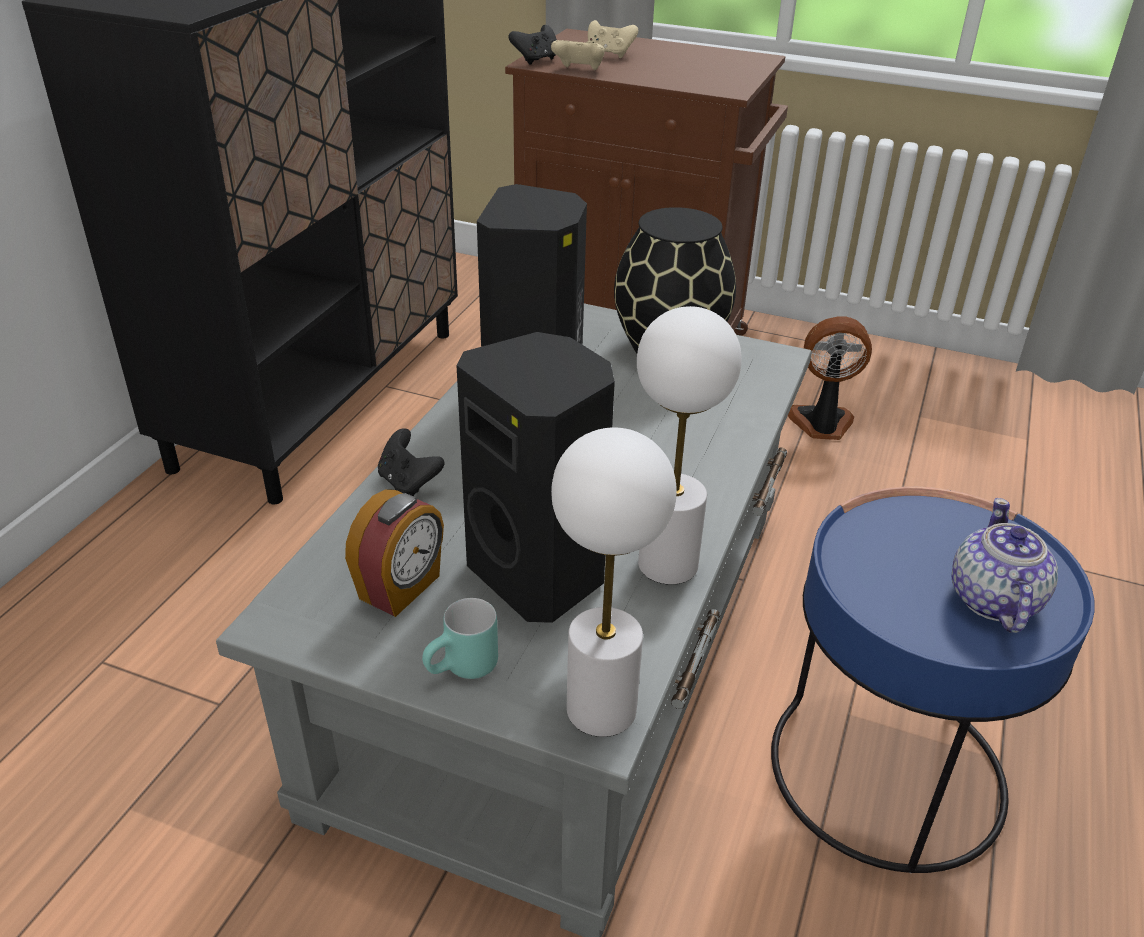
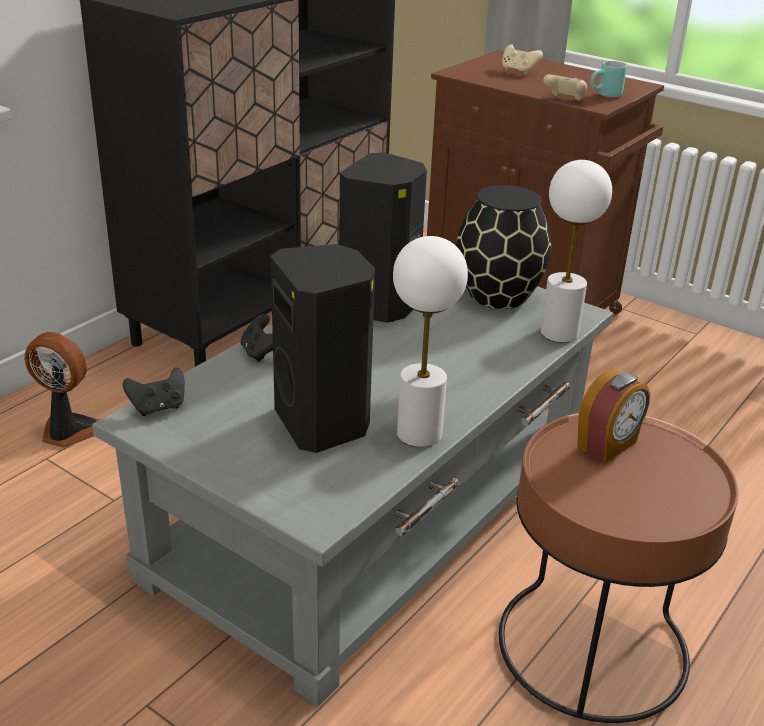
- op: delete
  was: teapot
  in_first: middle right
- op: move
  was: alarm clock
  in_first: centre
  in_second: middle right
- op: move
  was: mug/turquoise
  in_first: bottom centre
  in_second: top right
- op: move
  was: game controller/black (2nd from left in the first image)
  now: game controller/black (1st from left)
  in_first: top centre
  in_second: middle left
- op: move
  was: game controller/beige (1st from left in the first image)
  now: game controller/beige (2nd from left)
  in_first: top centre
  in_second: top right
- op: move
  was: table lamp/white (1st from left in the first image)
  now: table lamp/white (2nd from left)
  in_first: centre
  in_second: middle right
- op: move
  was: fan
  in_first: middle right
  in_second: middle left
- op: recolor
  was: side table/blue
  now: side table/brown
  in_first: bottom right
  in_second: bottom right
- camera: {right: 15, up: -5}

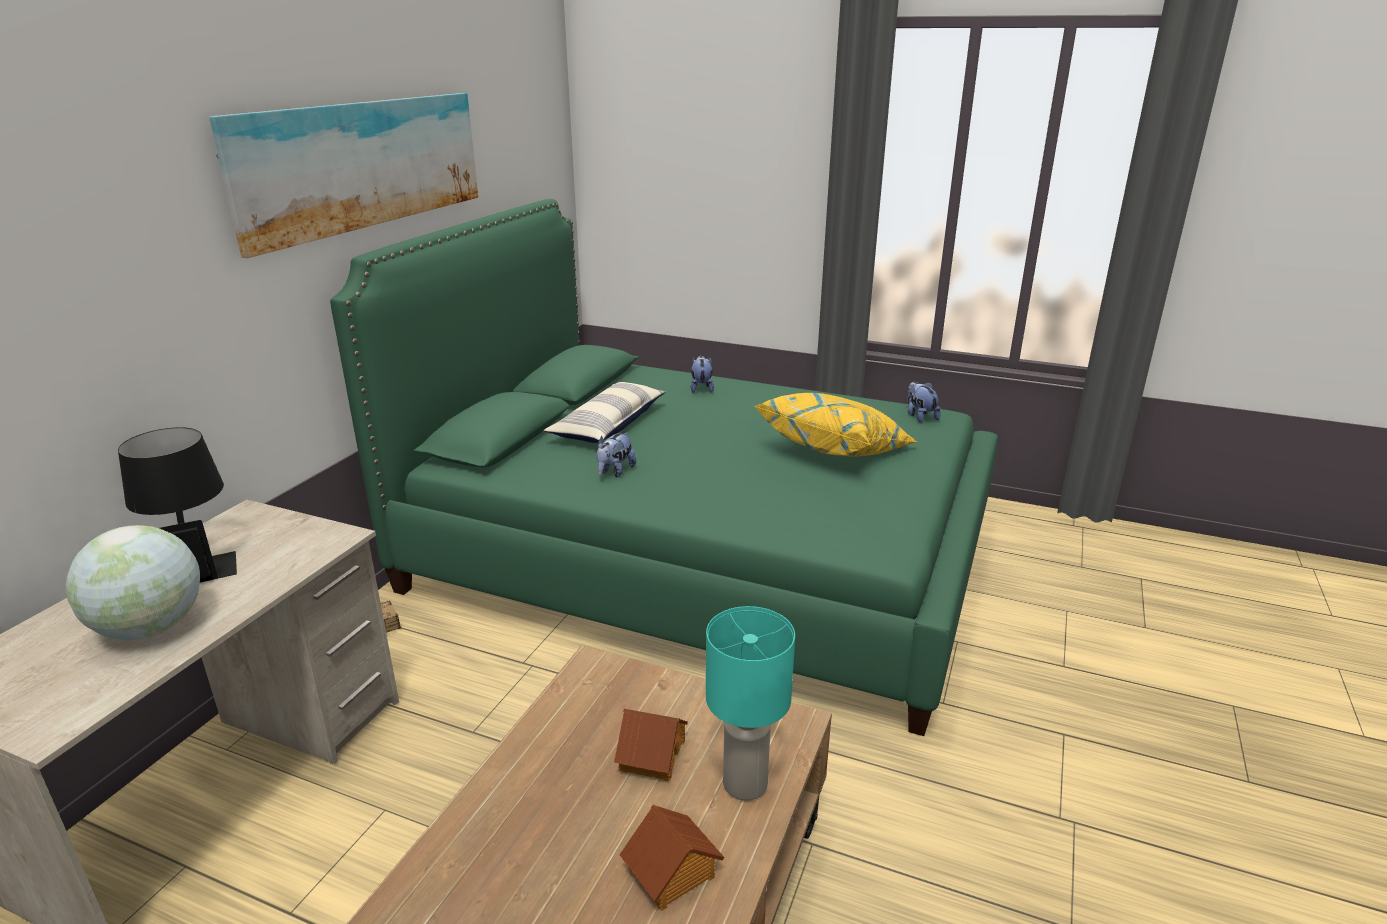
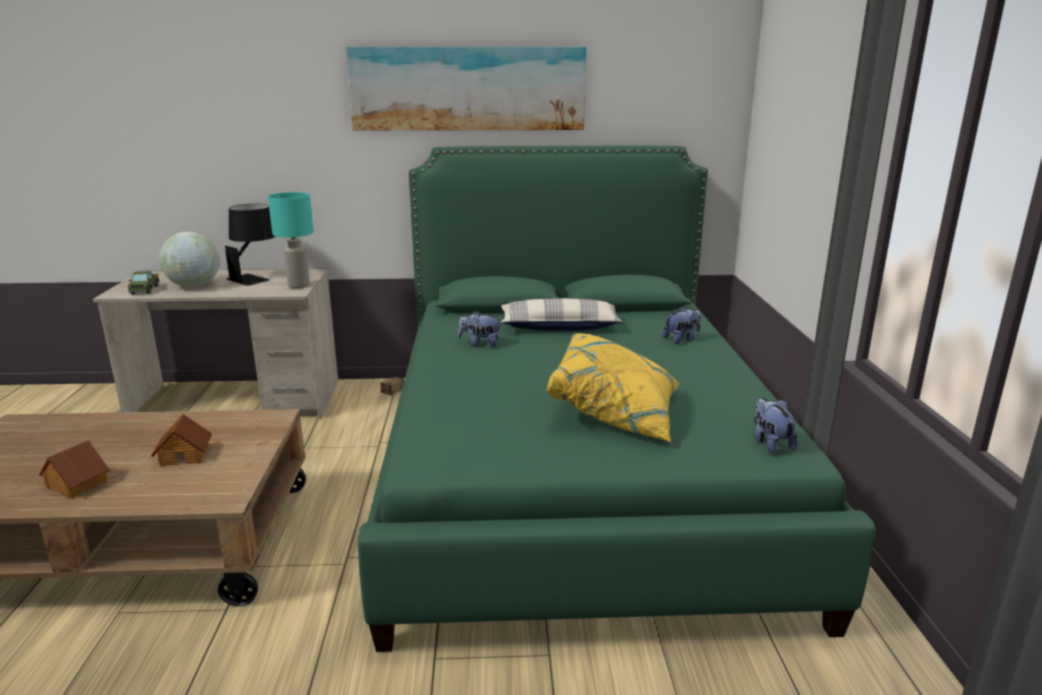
- op: insert
  now: toy truck
  in_second: middle left
- op: move
  was: table lamp/turquoise
  in_first: bottom centre
  in_second: middle left
- op: rotate
  was: plush toy (3rd from left)
  in_first: centre
  in_second: middle right
  clockwise: -60
- camera: {right: 65, up: -5}

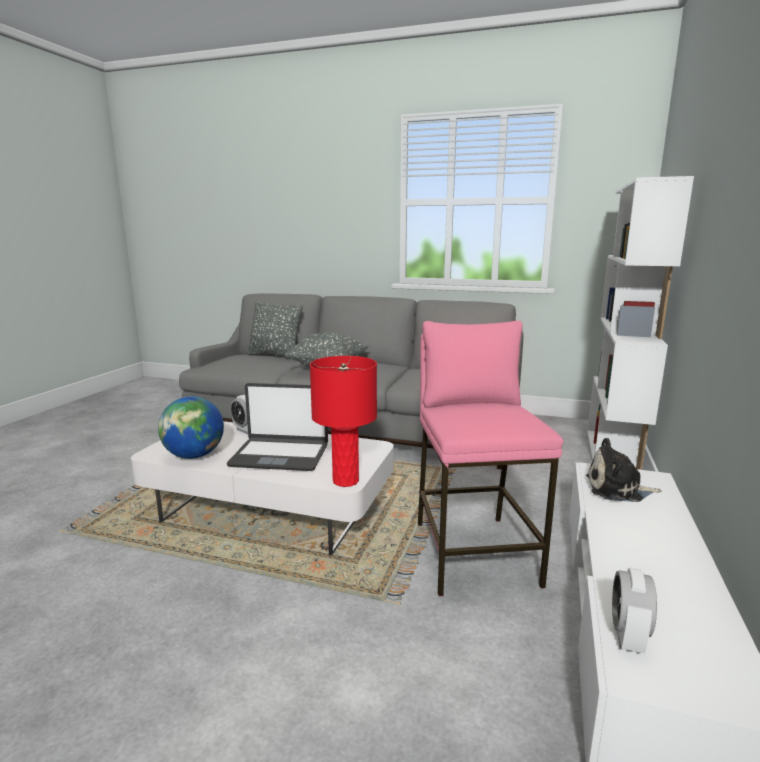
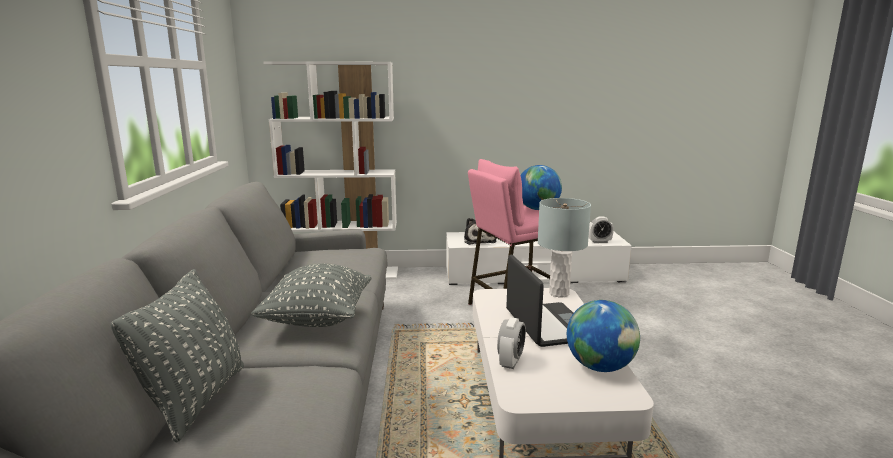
- op: insert
  now: globe (1st from left)
  in_second: centre
- op: recolor
  was: table lamp/red
  now: table lamp/grey
  in_first: centre
  in_second: centre
- camera: {right: -110, up: 0}

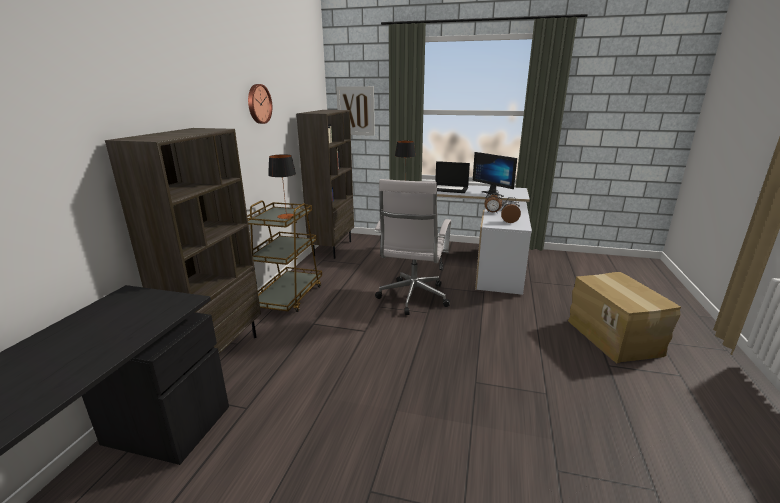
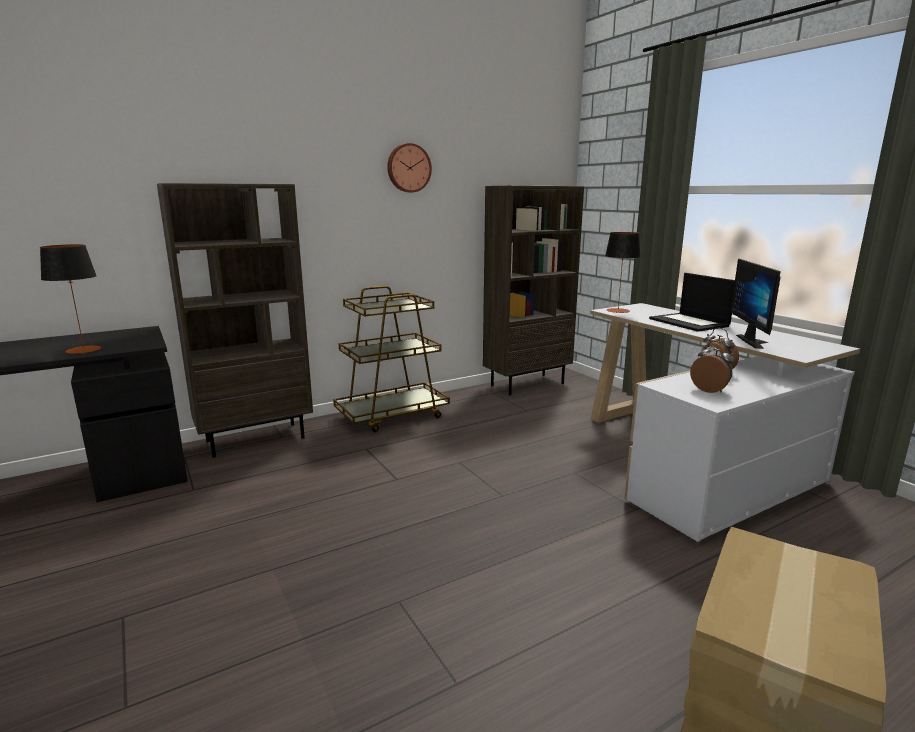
- op: delete
  was: picture
  in_first: top centre
- op: delete
  was: office chair/white
  in_first: centre
- op: move
  was: table lamp (1st from left)
  in_first: centre
  in_second: middle left
- camera: {right: 45, up: -5}

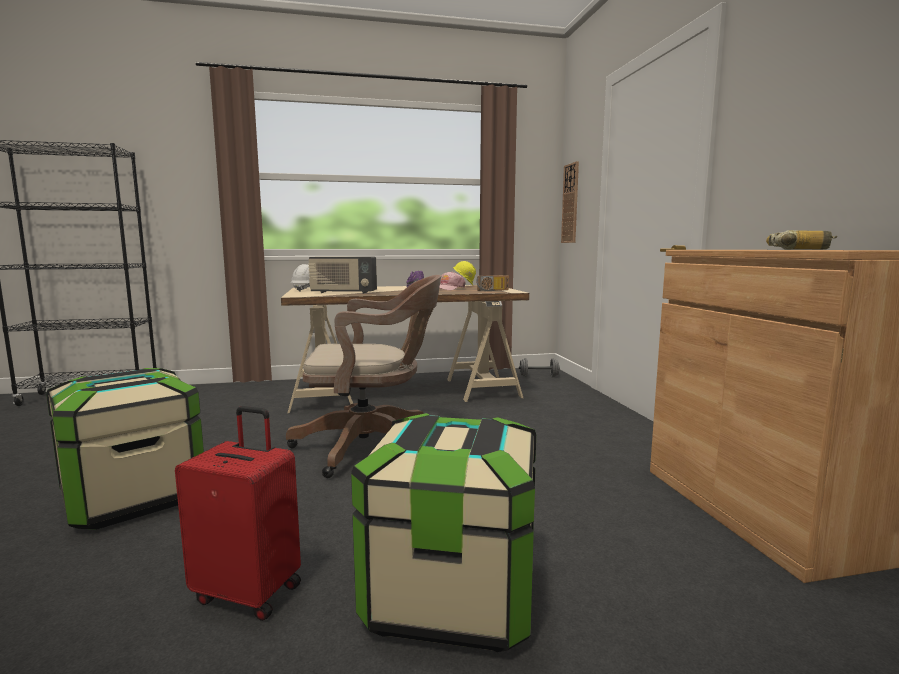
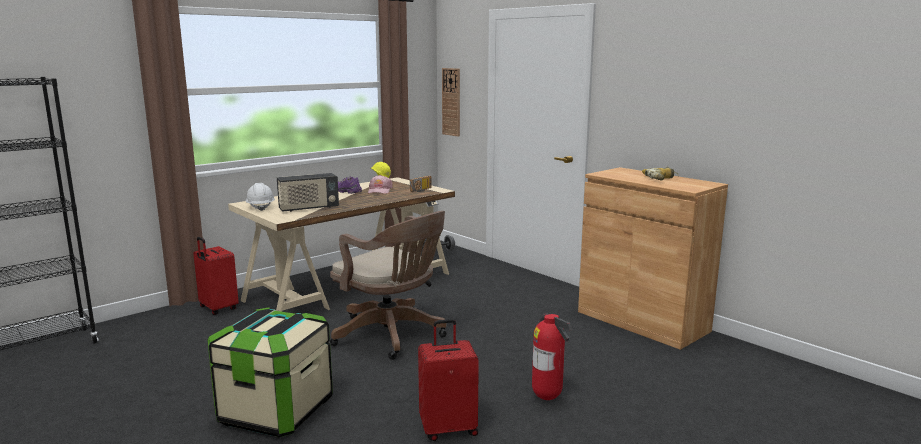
- op: insert
  now: suitcase/red (1st from left)
  in_second: middle left
- op: replace
  was: storage box (2nd from left)
  now: fire extinguisher
  in_first: bottom centre
  in_second: bottom centre
- op: rotate
  was: office chair/brown
  in_first: centre
  in_second: centre
  clockwise: 75
- camera: {right: -30, up: 5}

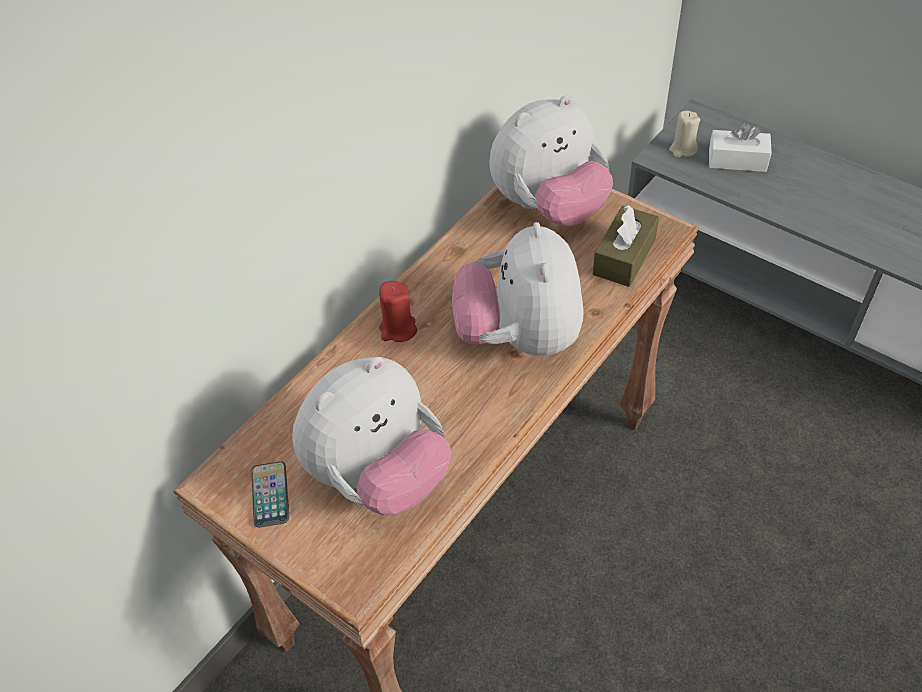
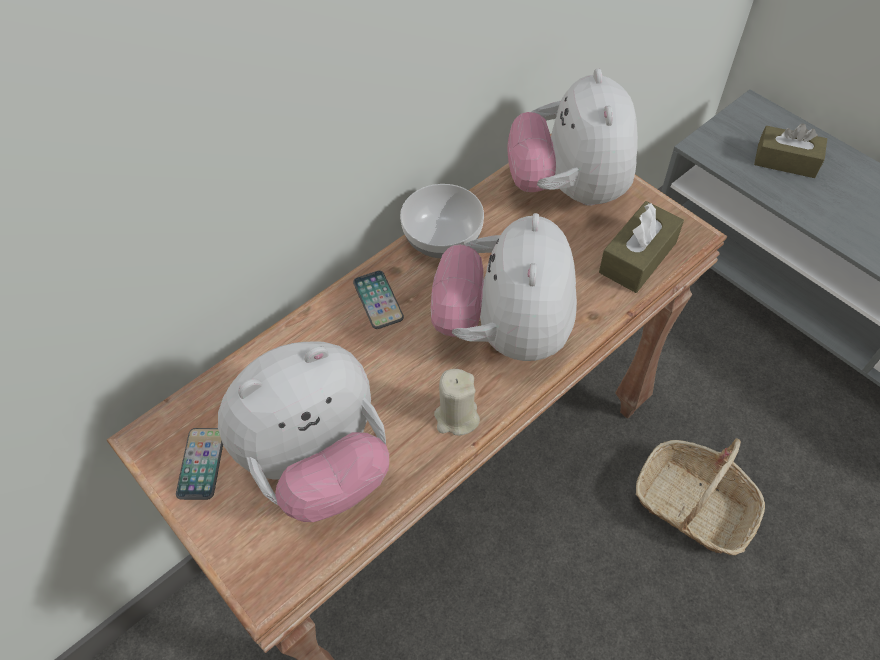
- op: insert
  now: bowl
  in_second: centre
- op: insert
  now: basket
  in_second: bottom right
- op: move
  was: candle/beige
  in_first: top right
  in_second: centre
- op: replace
  was: candle/red
  now: phone (2nd from left)
  in_first: centre
  in_second: centre
- op: recolor
  was: tissue box/white
  now: tissue box/brown (2nd from left)
  in_first: top right
  in_second: top right
- op: rotate
  was: plush toy (3rd from left)
  in_first: top centre
  in_second: top centre
  clockwise: 105
- camera: {right: 10, up: 5}

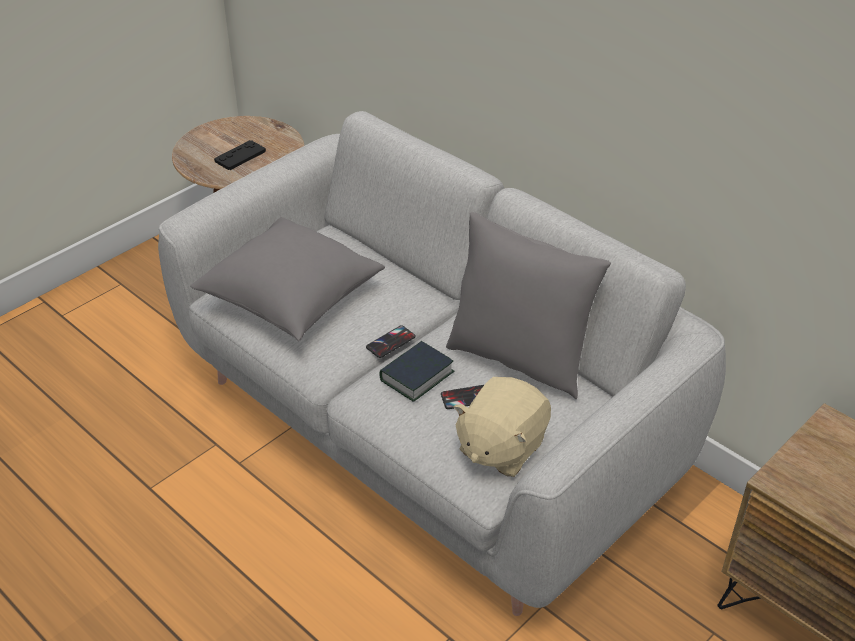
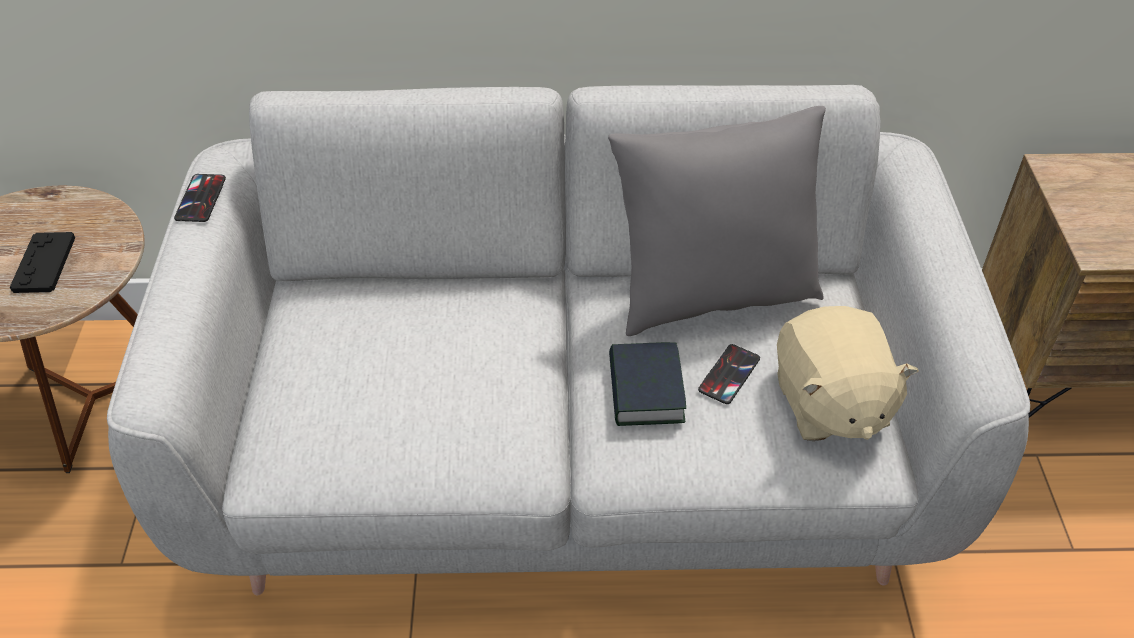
- op: delete
  was: pillow/grey (1st from left)
  in_first: centre
- op: move
  was: phone (1st from left)
  in_first: centre
  in_second: top left
- camera: {right: -45, up: 5}

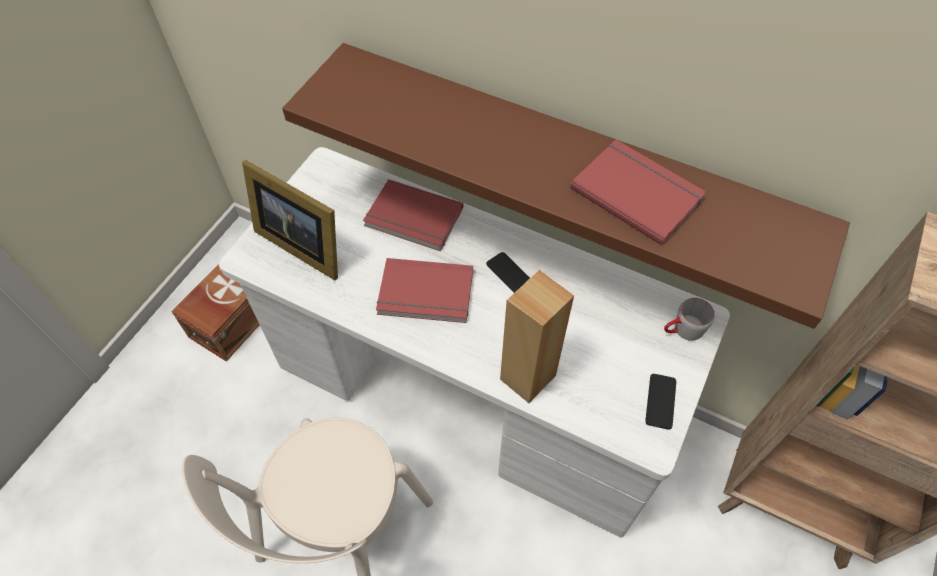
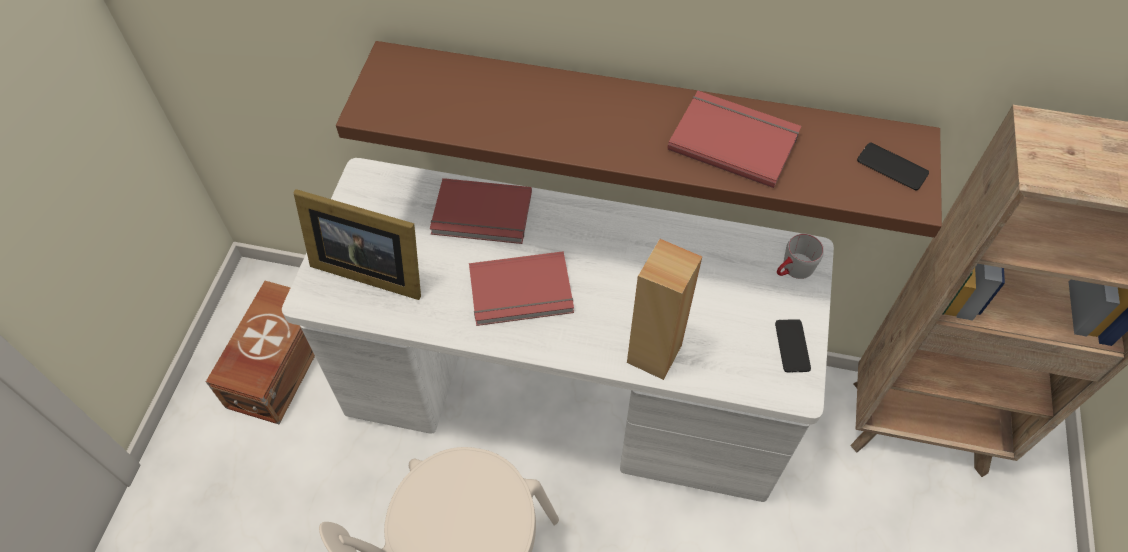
- op: move
  was: phone (1st from left in the first image)
  now: phone (2nd from left)
  in_first: centre
  in_second: top right
- camera: {right: -15, up: 0}

